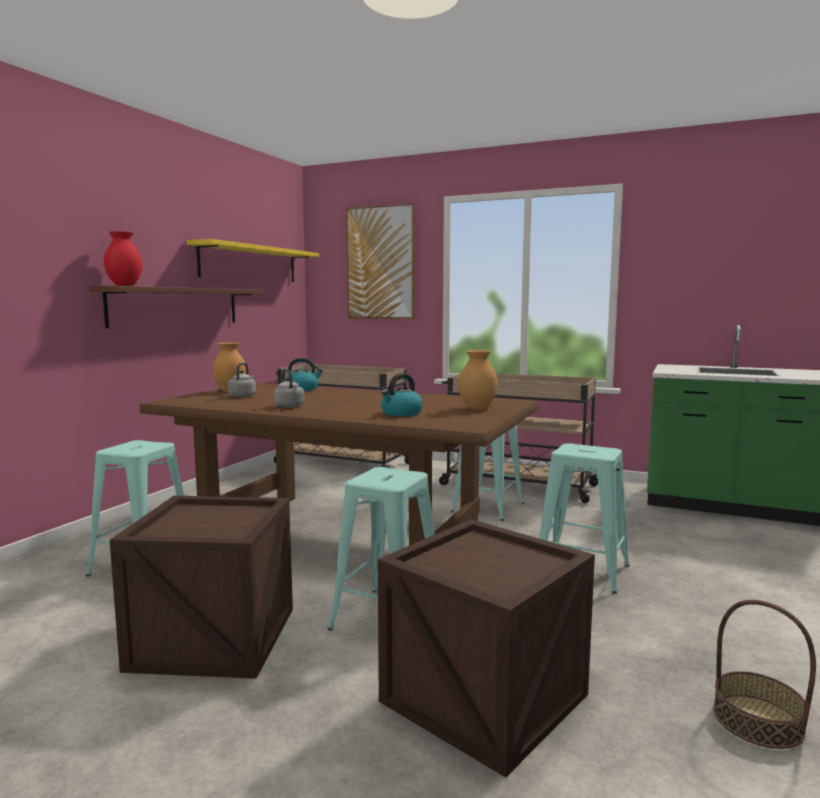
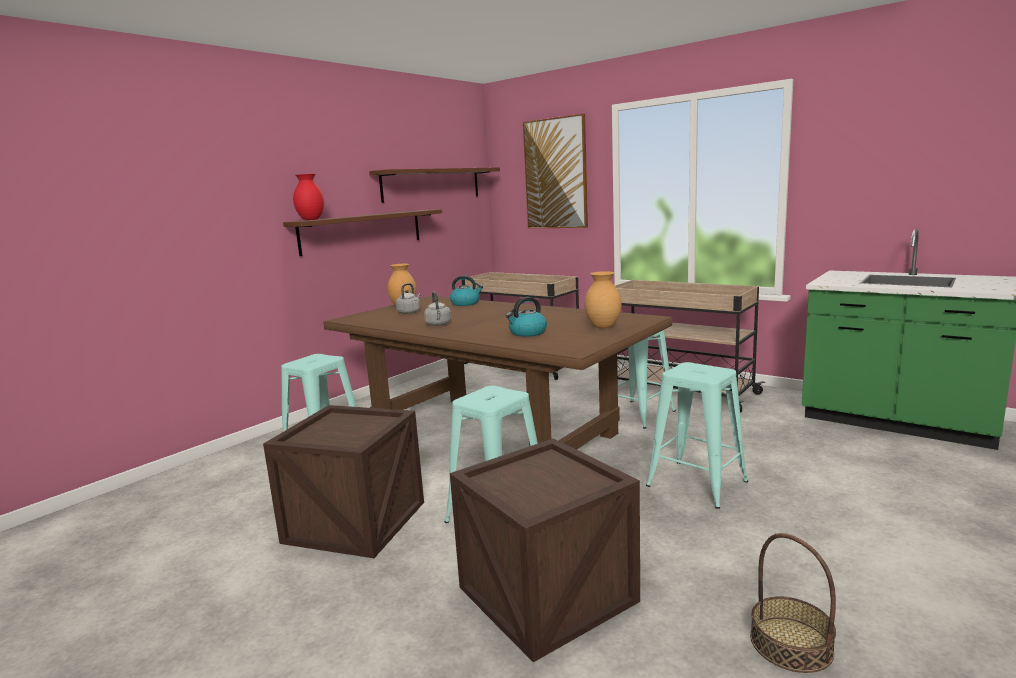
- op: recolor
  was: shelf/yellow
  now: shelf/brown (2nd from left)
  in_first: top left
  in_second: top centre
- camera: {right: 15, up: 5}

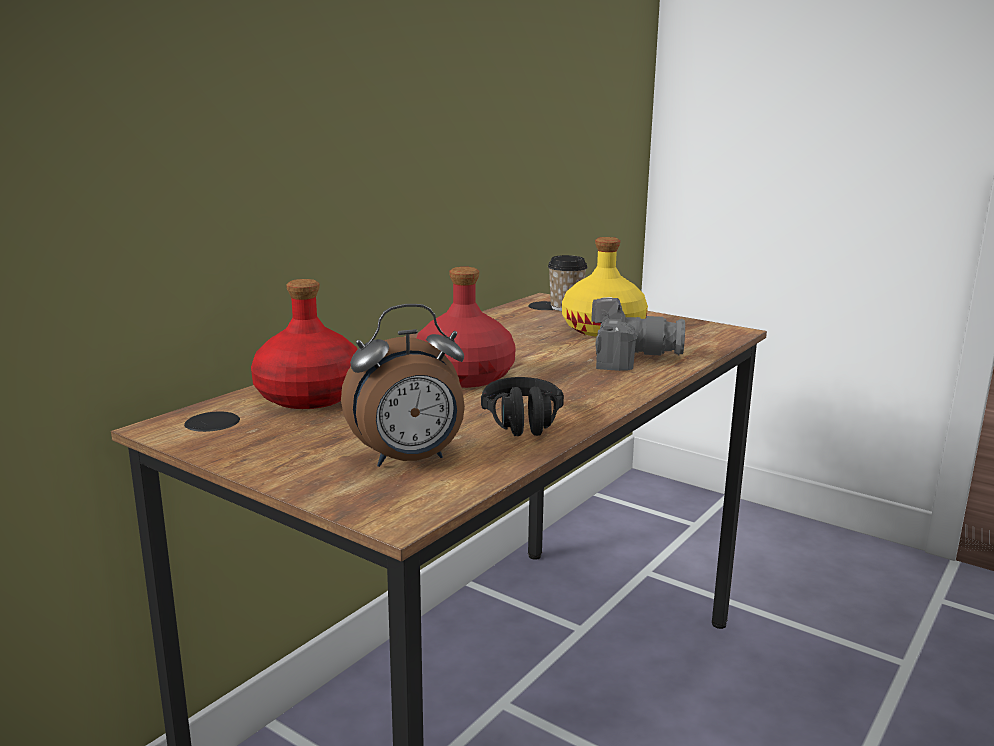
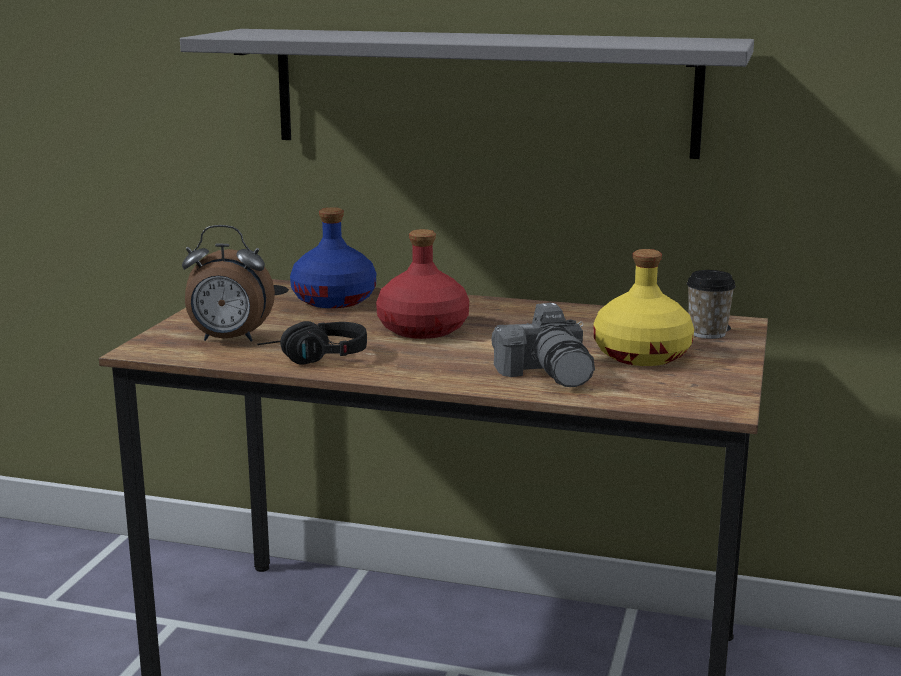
- op: insert
  now: shelf/grey
  in_second: top centre
- op: recolor
  was: bottle/red (1st from left)
  now: bottle/blue
  in_first: middle left
  in_second: centre
- op: rotate
  was: alarm clock
  in_first: centre
  in_second: middle left
  clockwise: -45
- camera: {right: 70, up: 0}

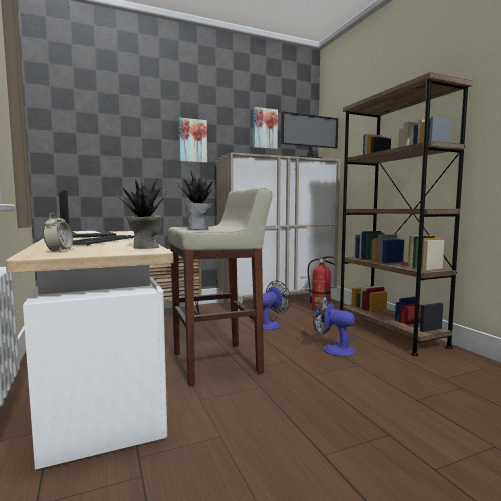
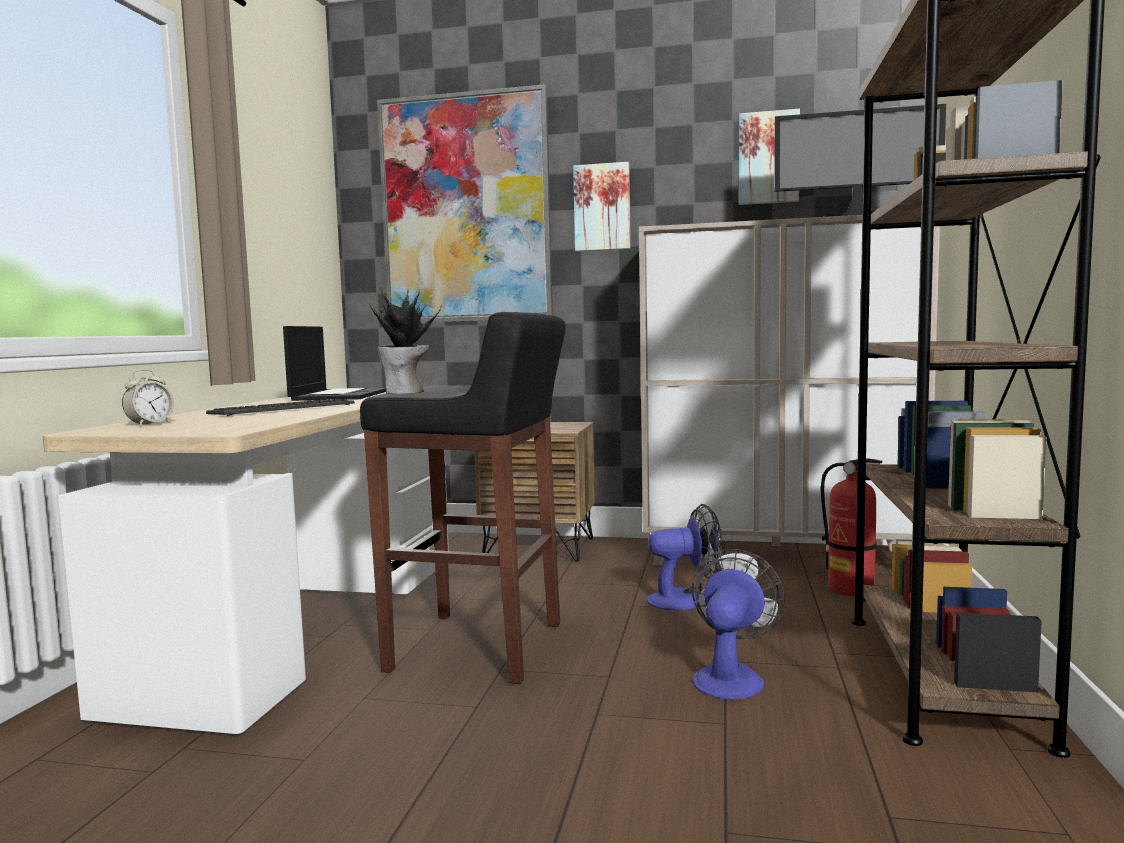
- op: delete
  was: potted plant (1st from left)
  in_first: middle left
- op: insert
  now: picture (1st from left)
  in_second: top centre
- op: recolor
  was: stool/beige
  now: stool/black
  in_first: centre
  in_second: centre
- op: rotate
  was: fan (2nd from left)
  in_first: middle right
  in_second: bottom centre
  clockwise: 45
- camera: {right: 35, up: 0}

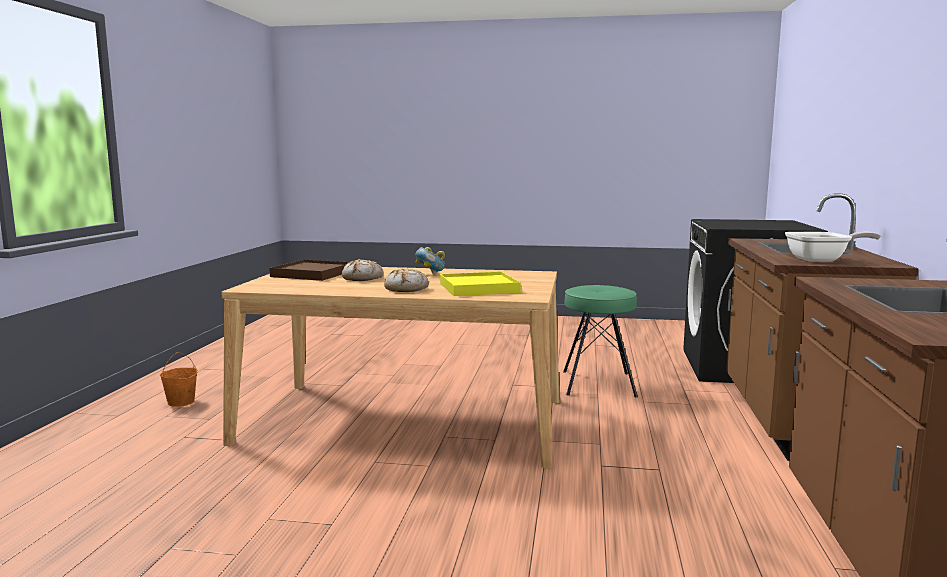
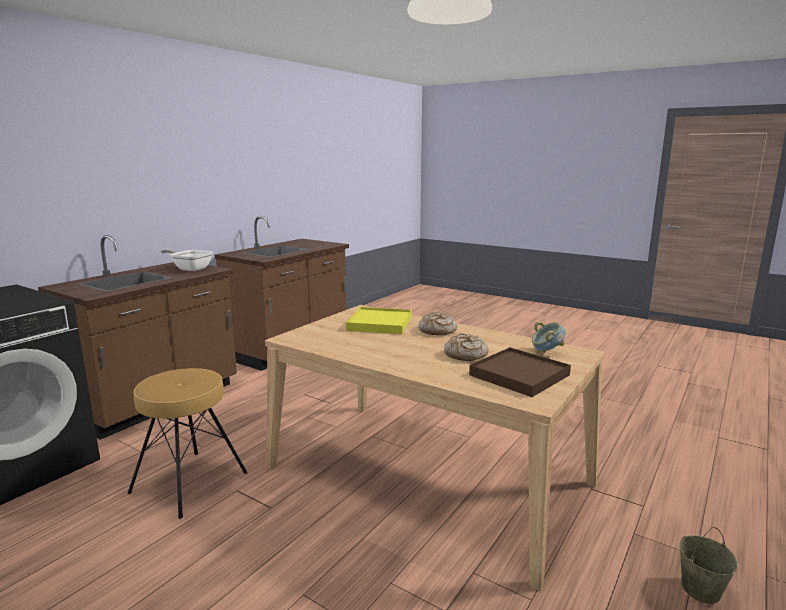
- op: move
  was: bowl
  in_first: centre
  in_second: middle right
- op: recolor
  was: bucket/orange
  now: bucket/beige
  in_first: middle left
  in_second: bottom right
- op: recolor
  was: stool/green
  now: stool/brown
  in_first: centre
  in_second: bottom left
- camera: {right: -155, up: 5}

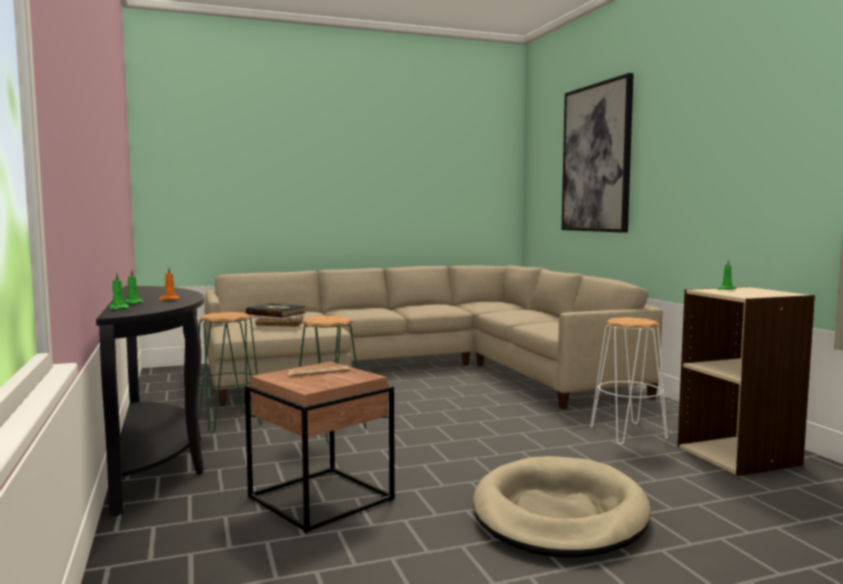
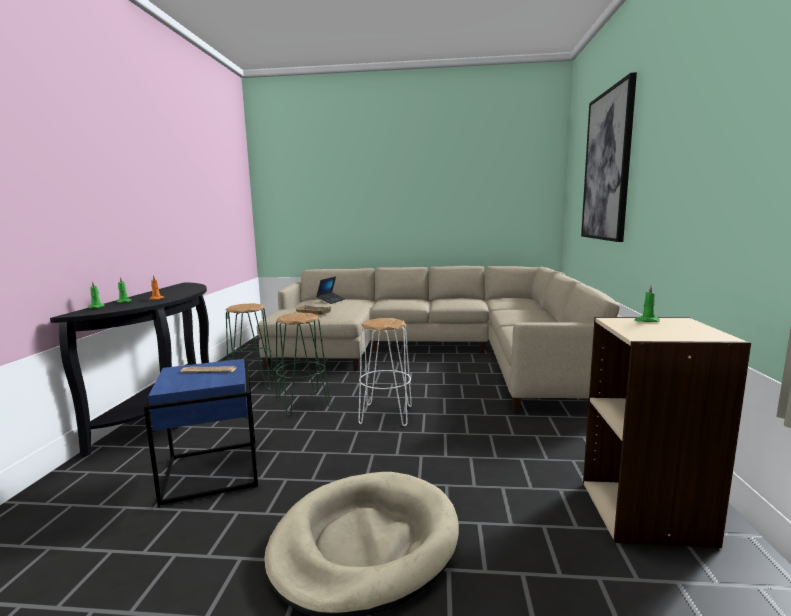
- op: move
  was: stool/white
  in_first: middle right
  in_second: centre
- op: replace
  was: book
  now: laptop
  in_first: middle left
  in_second: centre
- op: recolor
  was: side table/brown
  now: side table/blue
  in_first: bottom centre
  in_second: bottom left
- camera: {right: 25, up: 5}

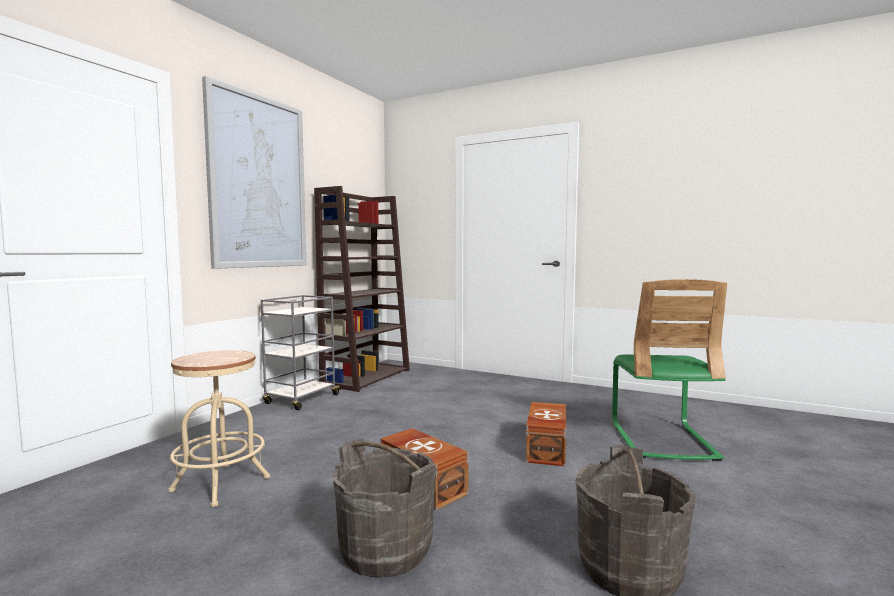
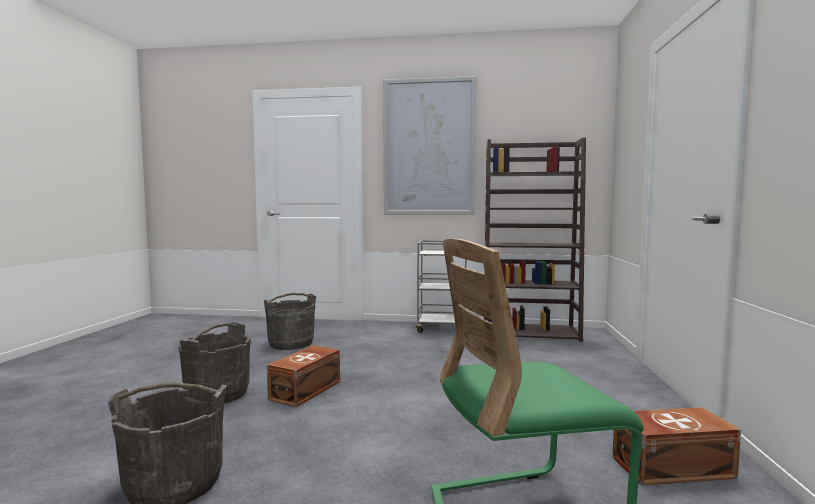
- op: move
  was: storage box/brown (2nd from left)
  in_first: bottom centre
  in_second: bottom right
- op: replace
  was: stool/beige
  now: bucket/grey (3rd from left)
  in_first: bottom left
  in_second: centre
- camera: {right: 70, up: 0}

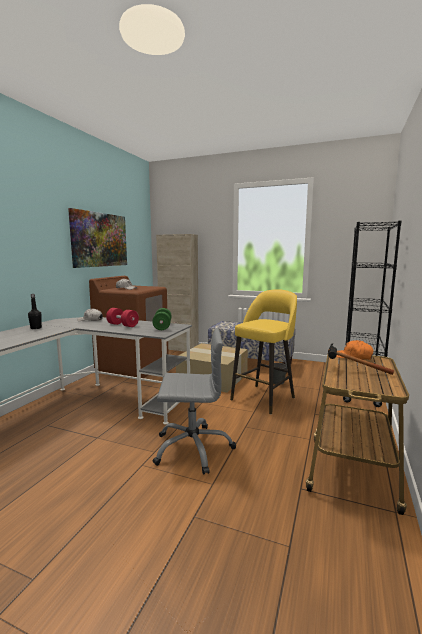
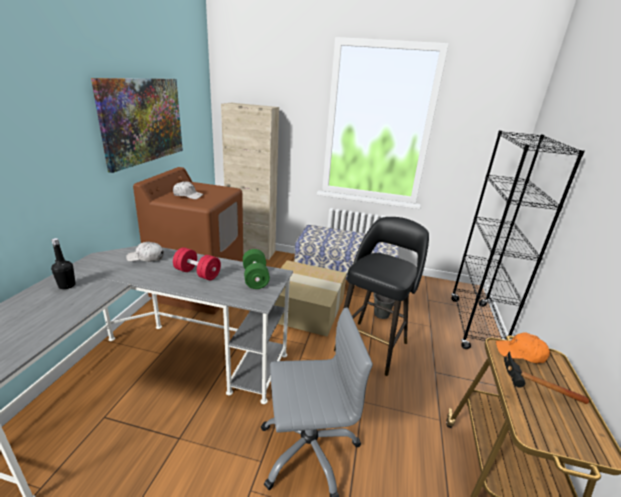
- op: recolor
  was: stool/yellow
  now: stool/black
  in_first: centre
  in_second: centre
- camera: {right: -10, up: 15}

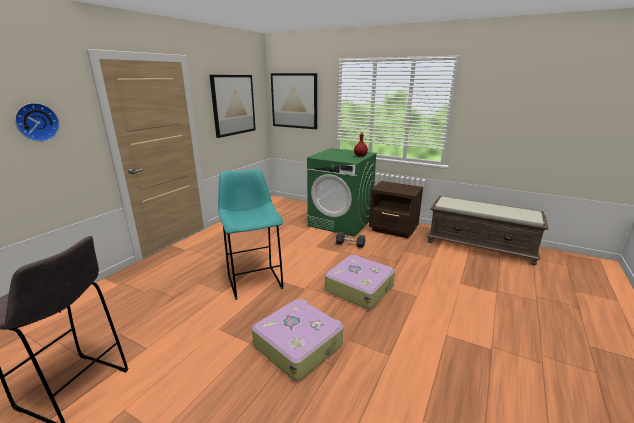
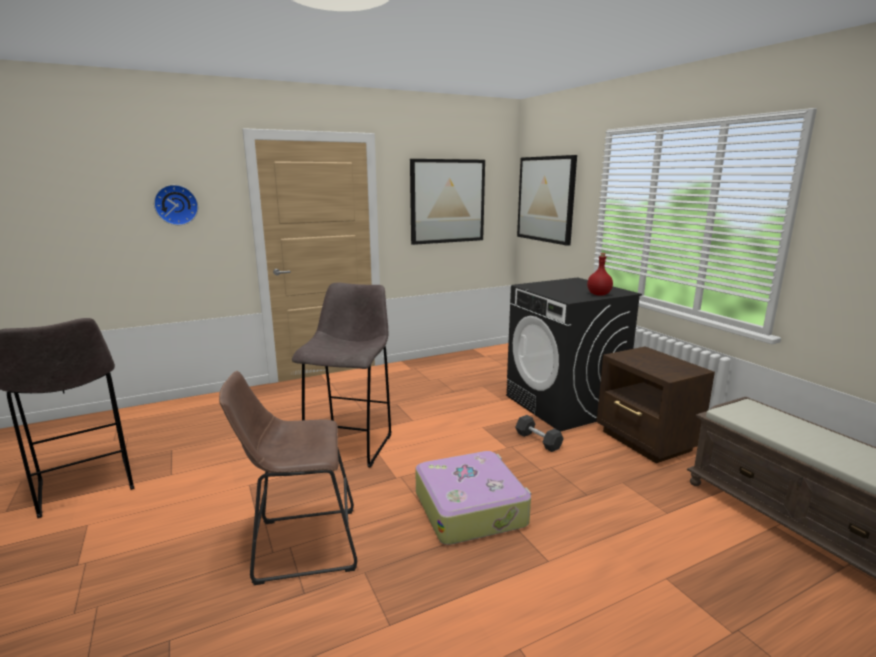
- op: replace
  was: suitcase (1st from left)
  now: stool/brown
  in_first: bottom centre
  in_second: bottom left
- op: recolor
  was: stool/turquoise
  now: stool/grey (2nd from left)
  in_first: centre
  in_second: centre
- op: recolor
  was: washing machine/green
  now: washing machine/black
  in_first: centre
  in_second: centre
- camera: {right: 35, up: -5}

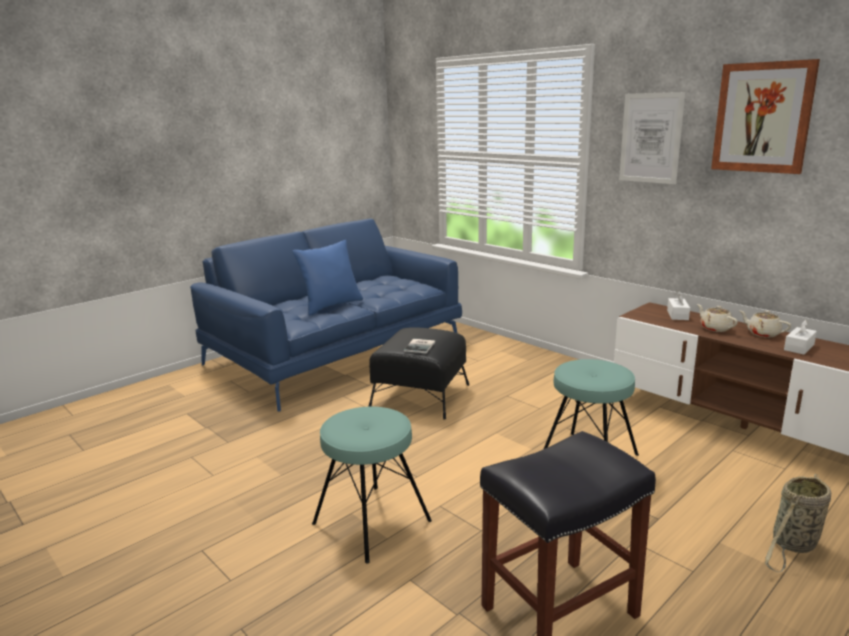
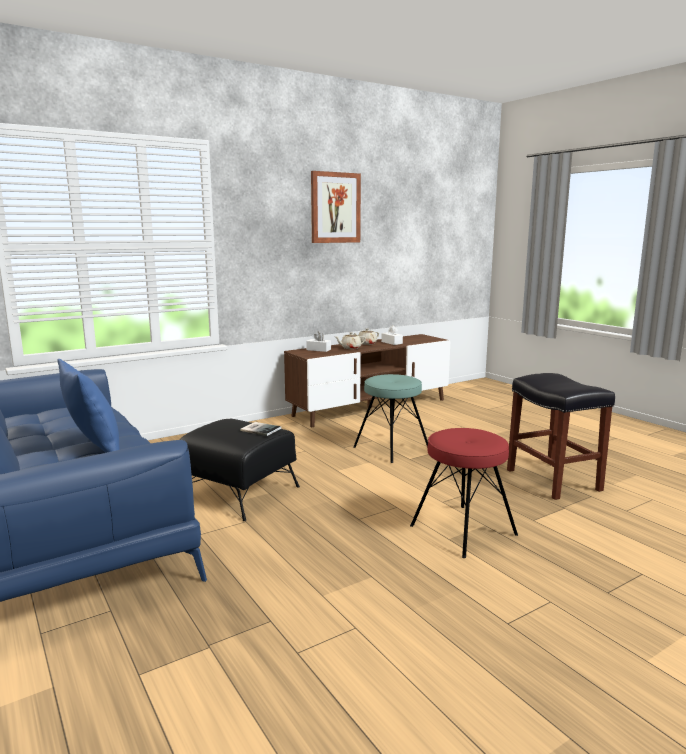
- op: delete
  was: picture (1st from left)
  in_first: top right
- op: delete
  was: basket
  in_first: bottom right
- op: recolor
  was: stool/turquoise (1st from left)
  now: stool/red
  in_first: bottom centre
  in_second: middle right
- camera: {right: -80, up: -5}

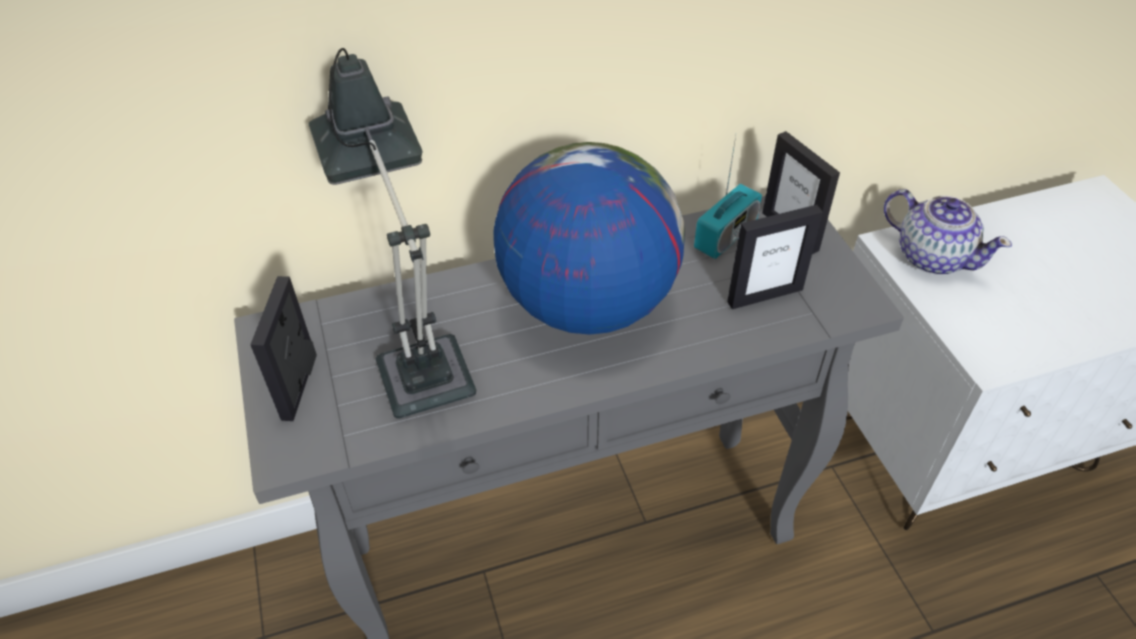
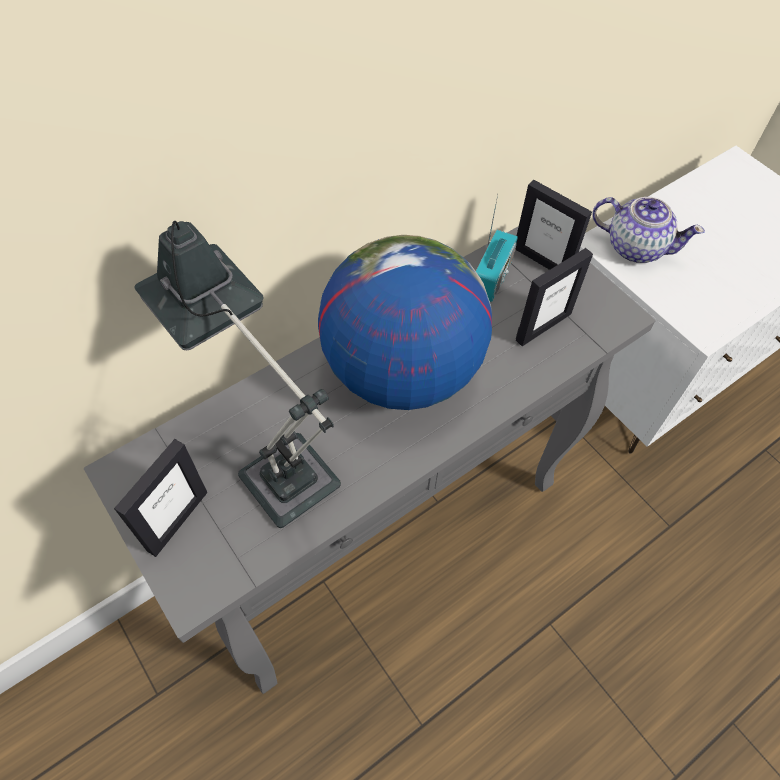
- op: rotate
  was: picture frame (1st from left)
  in_first: middle left
  in_second: middle left
  clockwise: -135
- camera: {right: -20, up: 10}

